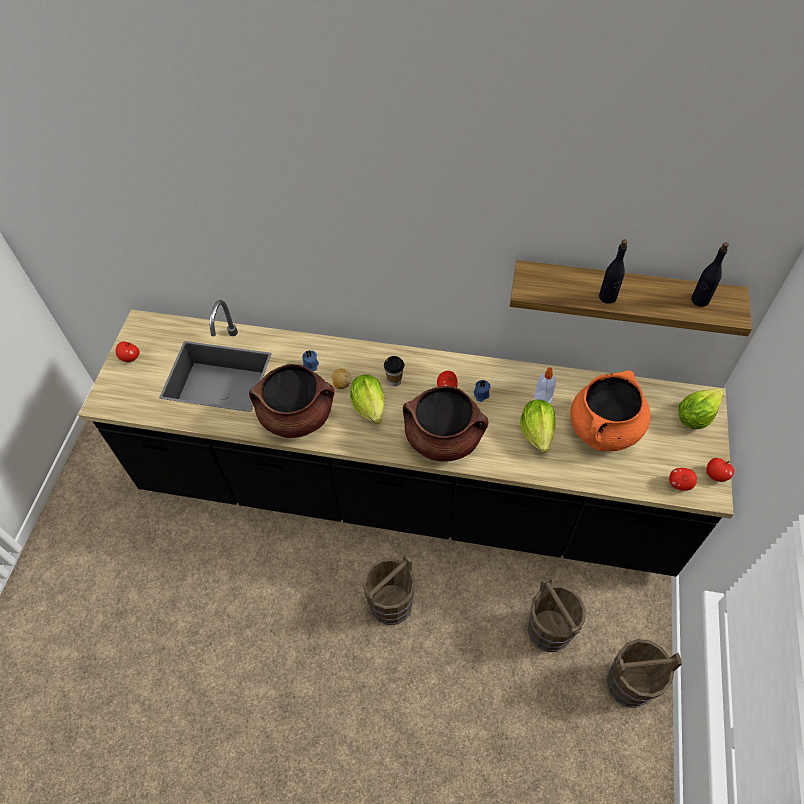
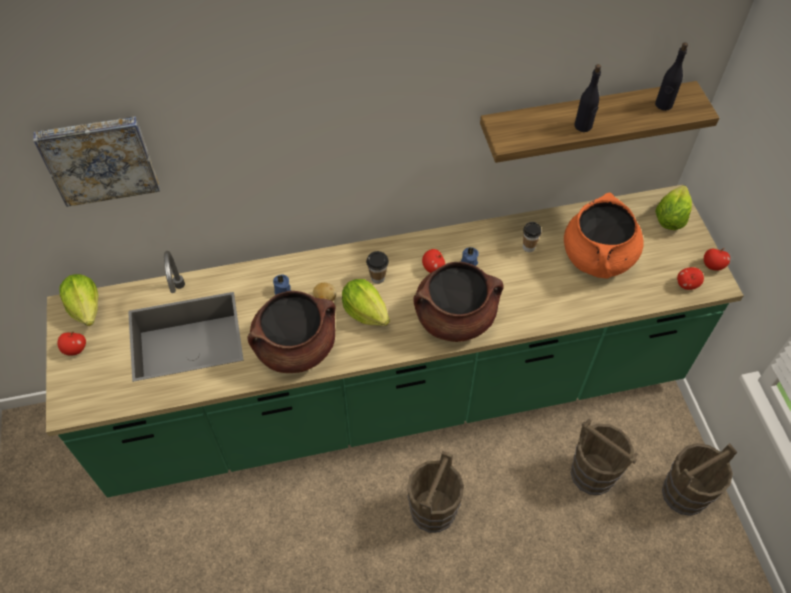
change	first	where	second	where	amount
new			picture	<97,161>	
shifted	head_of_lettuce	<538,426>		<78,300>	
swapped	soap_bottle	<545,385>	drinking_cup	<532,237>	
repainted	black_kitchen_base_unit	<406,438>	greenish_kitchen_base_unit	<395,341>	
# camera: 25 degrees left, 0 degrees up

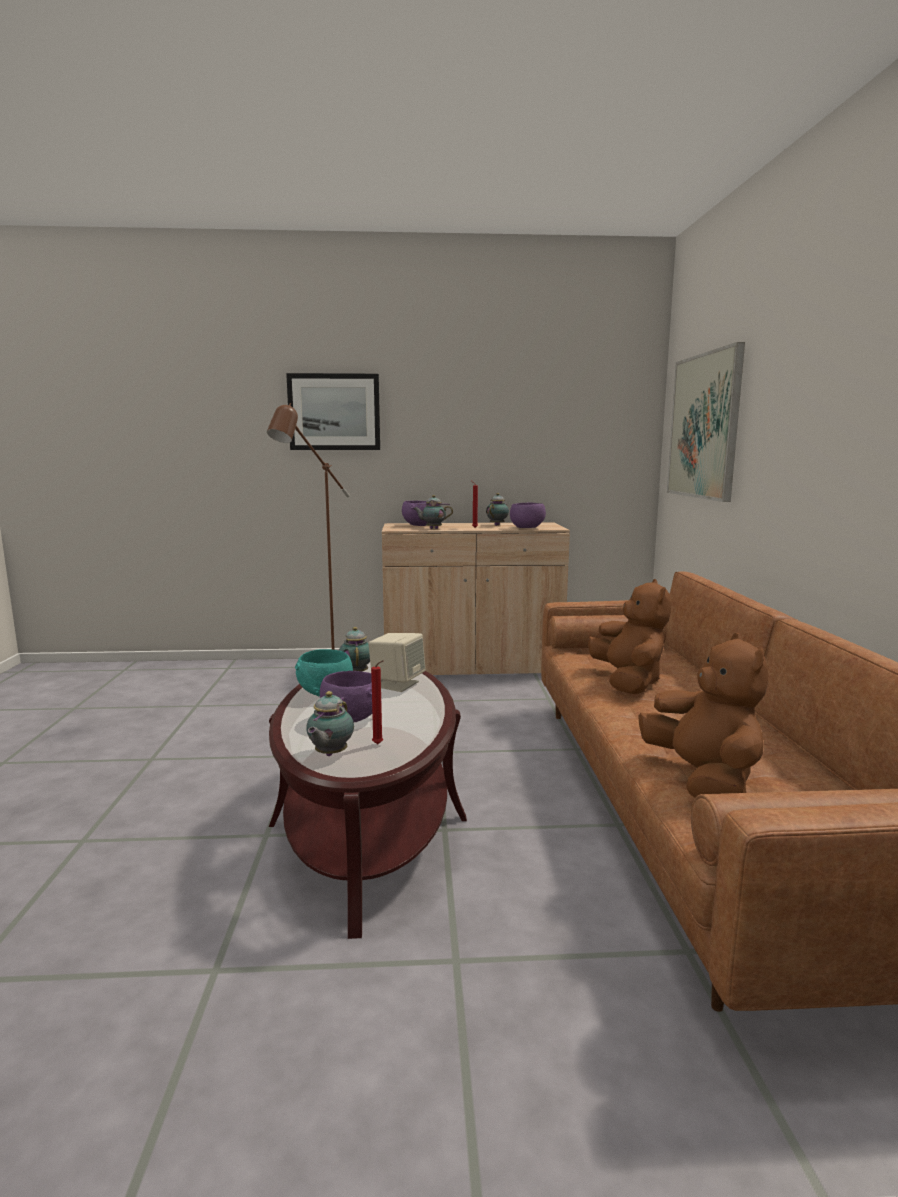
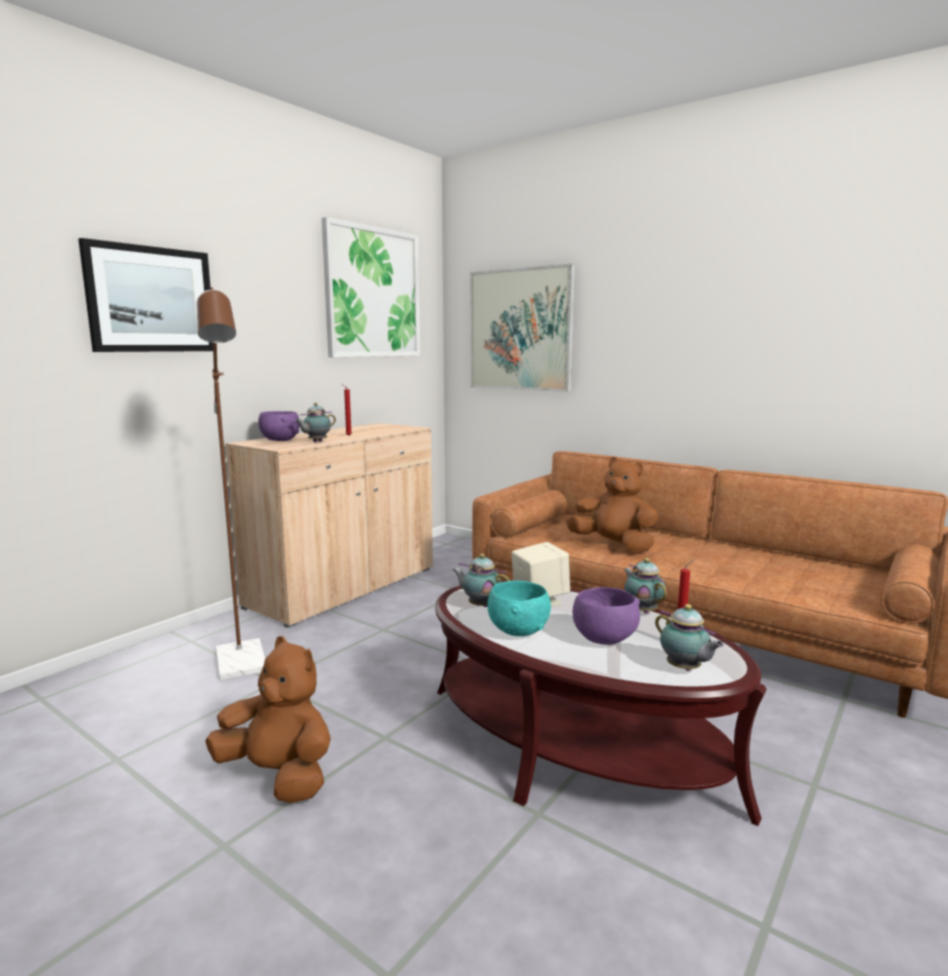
change	first	where	second	where	amount
gone	purple-coloured_serving_bowl	<528,515>			
new			picture	<371,287>	
shifted	tea_pot	<497,509>		<645,586>	
shifted	brown-coloured_plush_toy	<703,715>		<268,719>	
# camera: 50 degrees left, 0 degrees up

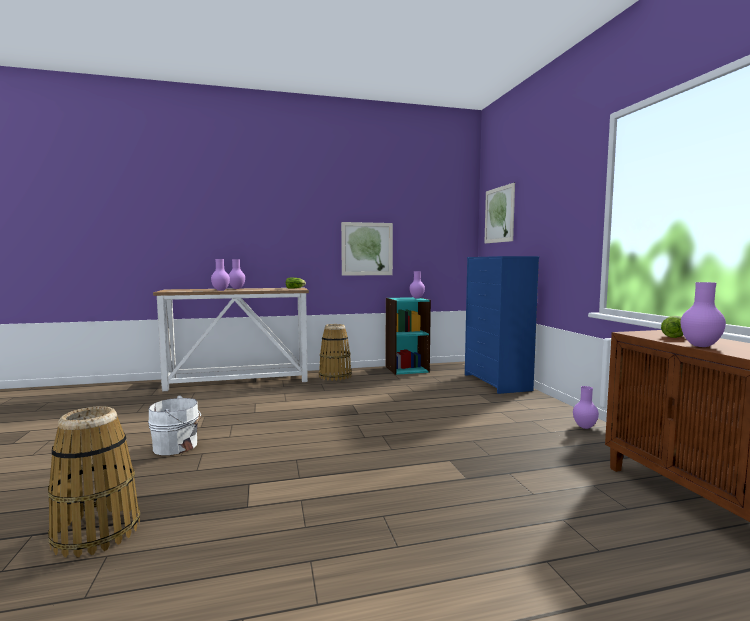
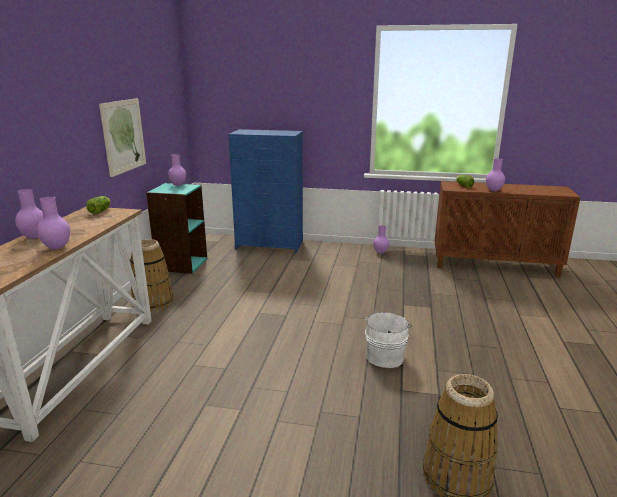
change	first	where	second	where	amount
gone	picture	<499,213>			
shifted	white-coloured_pail	<174,425>		<388,340>	
# camera: 65 degrees left, 15 degrees up

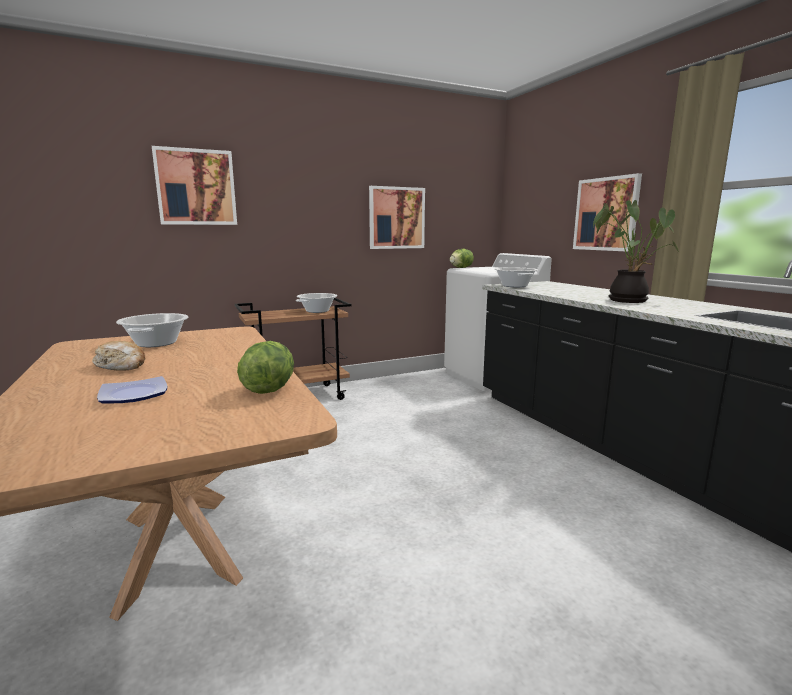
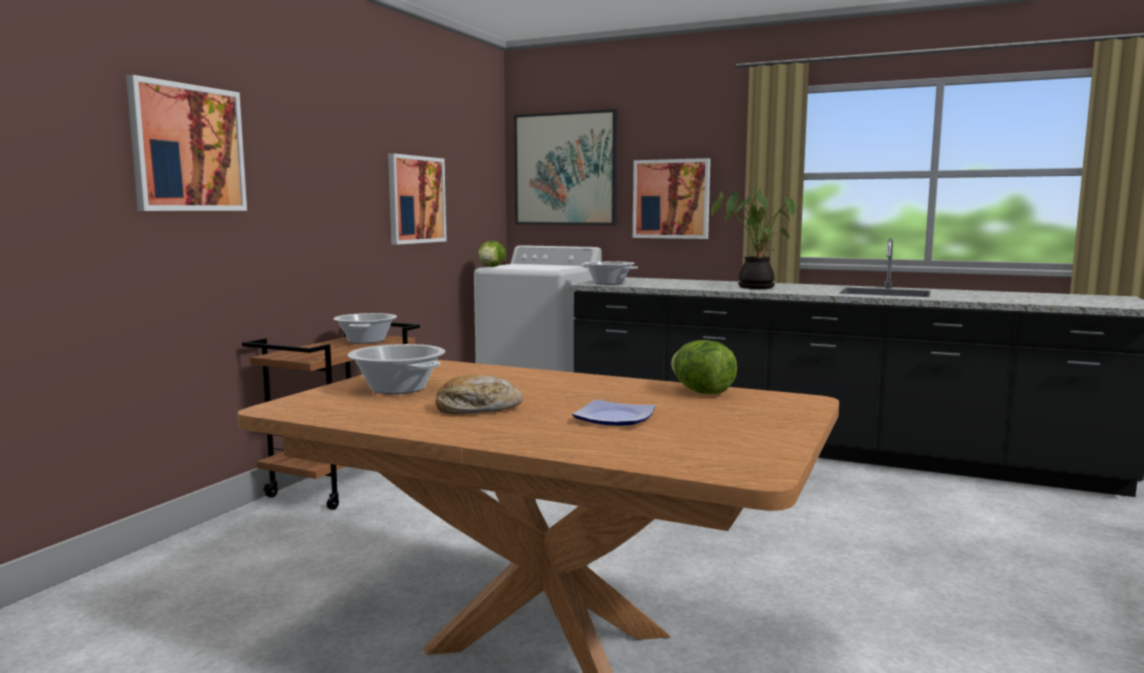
change	first	where	second	where	amount
new			picture	<566,167>	
# camera: 40 degrees left, 5 degrees down

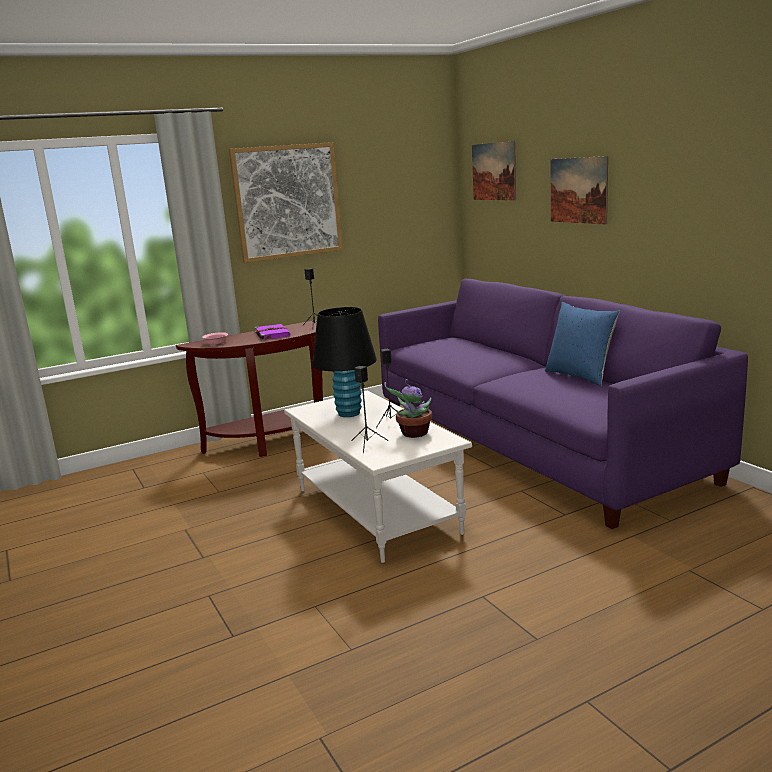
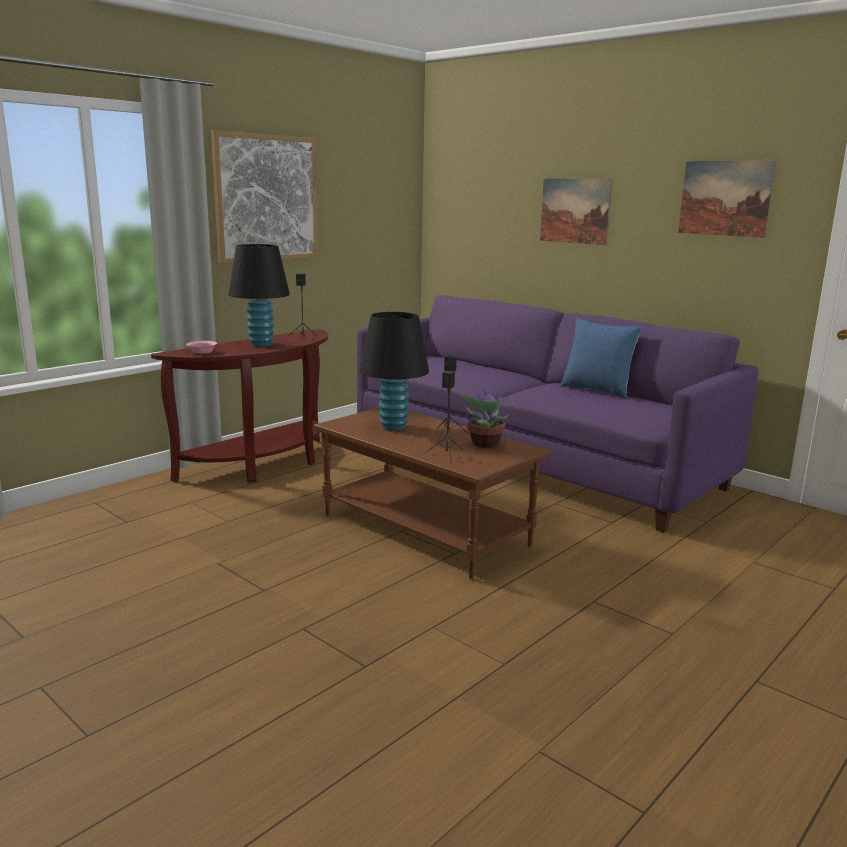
change	first	where	second	where	amount
shifted	picture	<494,171>		<727,199>	
swapped	purple-coloured_bound_book	<272,332>	black_lamp_for_a_table	<259,295>	
repainted	white-coloured_lounge_table	<378,476>	brown-coloured_lounge_table	<432,493>	
# camera: 20 degrees left, 0 degrees up

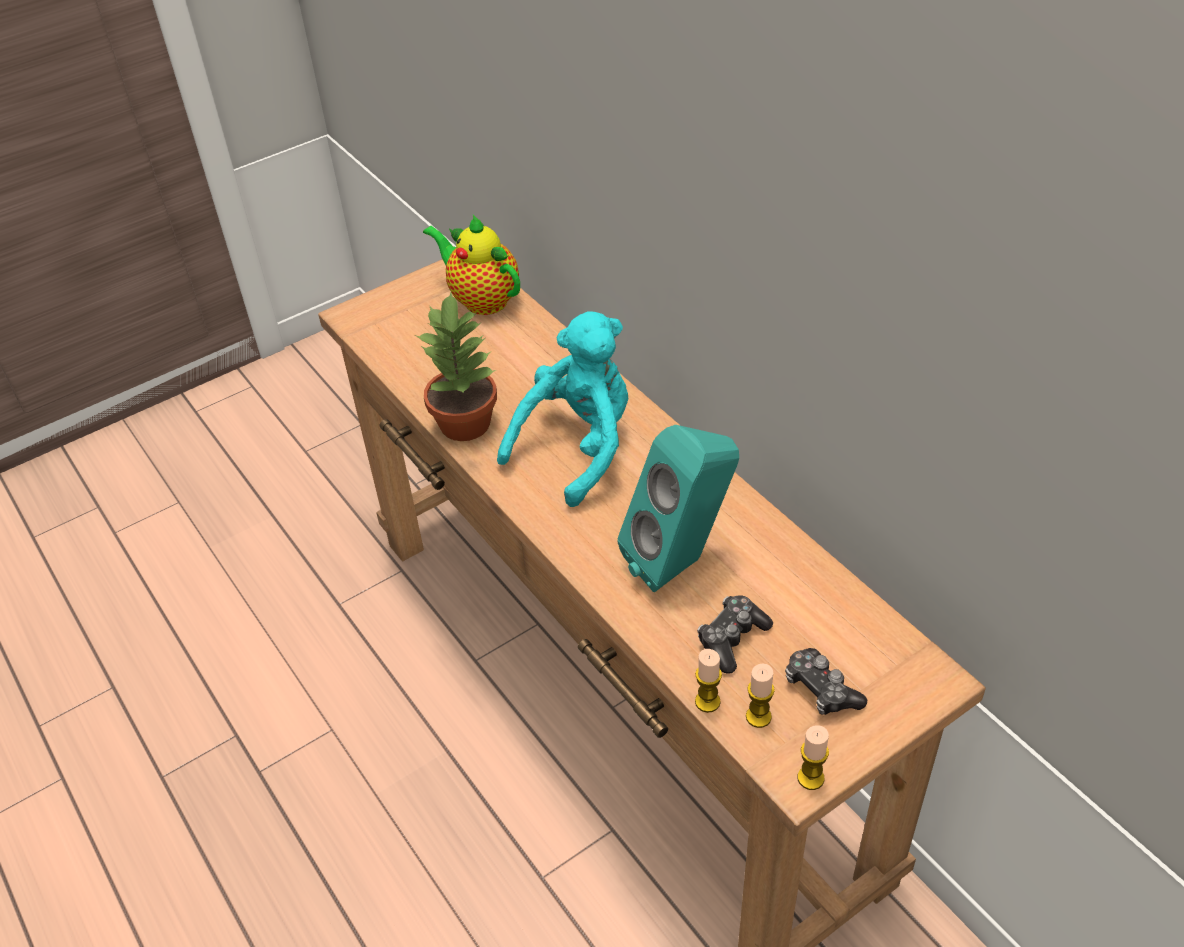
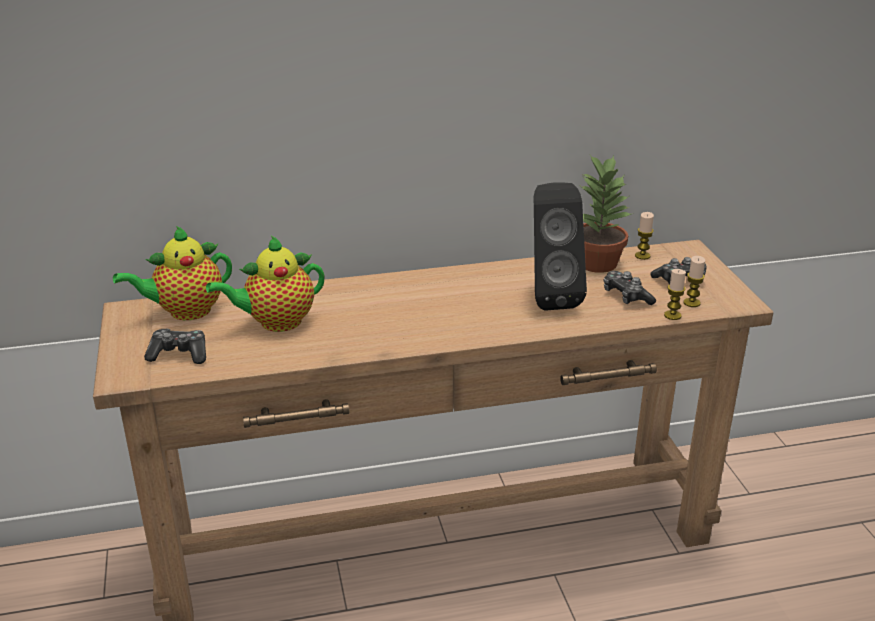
change	first	where	second	where	amount
gone	blue-green_plush_toy	<562,409>			
new			game_controller	<175,346>	
new			tea_pot	<265,284>	
shifted	plant_in_a_pot	<456,366>		<607,214>	
shifted	wax_light	<813,757>		<644,236>	
repainted	blue-green_loudspeaker	<678,508>	black_loudspeaker	<560,246>	
# camera: 70 degrees left, 15 degrees down

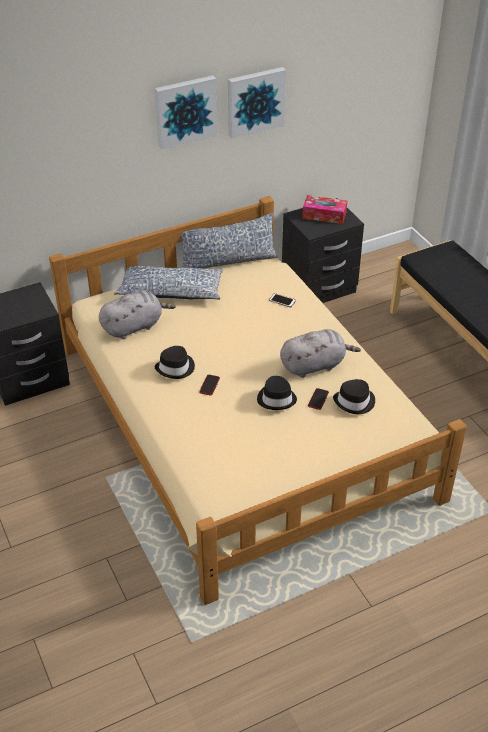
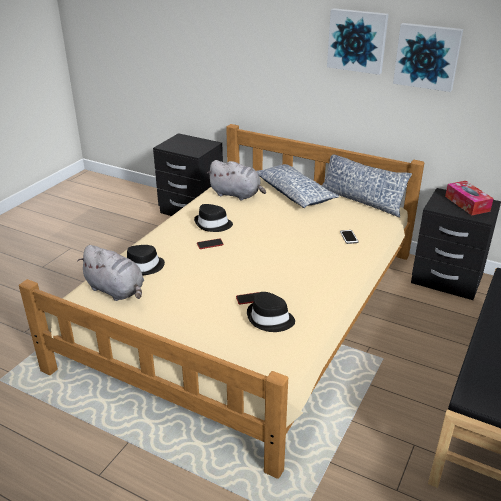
change	first	where	second	where	amount
shifted	black_wearable_hat	<277,393>		<146,260>	
shifted	greyish_plush_toy	<320,353>		<110,273>	
# camera: 55 degrees right, 10 degrees down

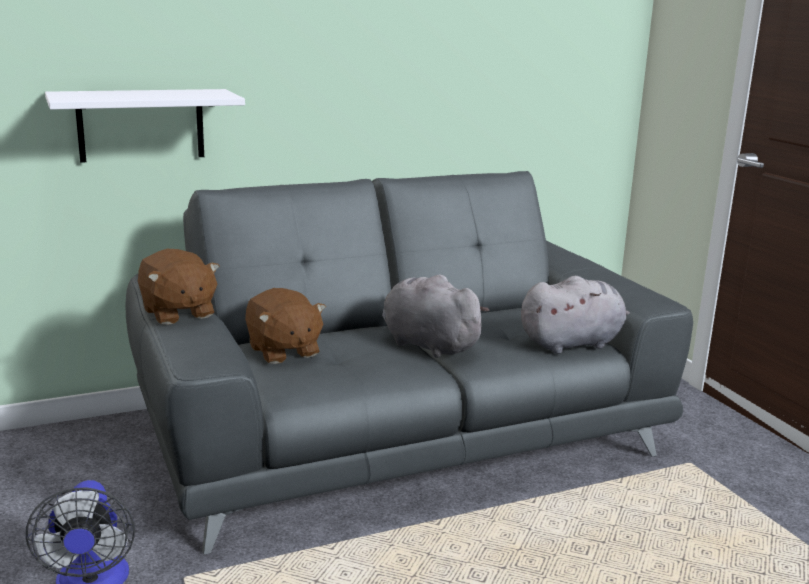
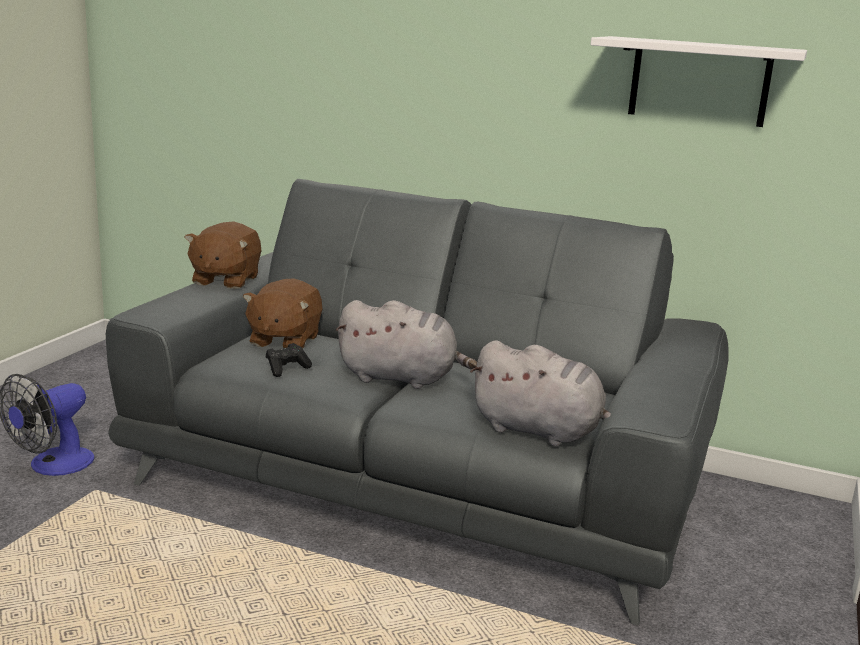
change	first	where	second	where	amount
new			black_game_controller	<288,360>	
shifted	white-coloured_shelf	<145,126>		<698,81>	
rotated	greyish_plush_toy	<435,316>		<406,344>	105 degrees clockwise
# camera: 45 degrees right, 0 degrees up

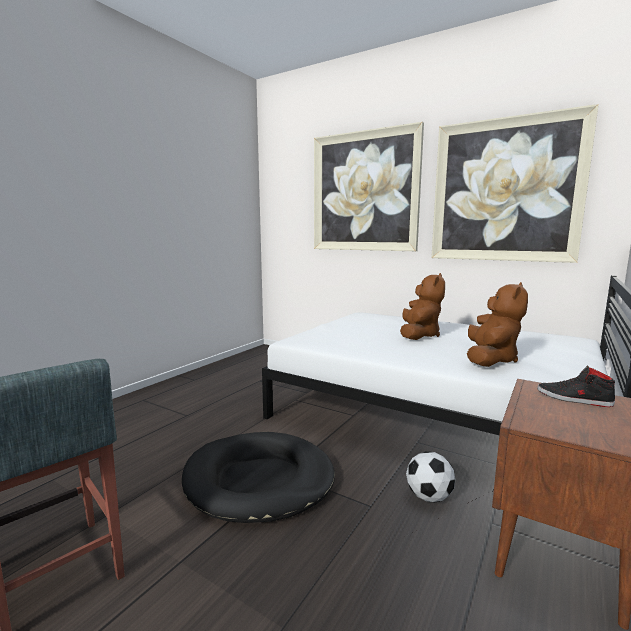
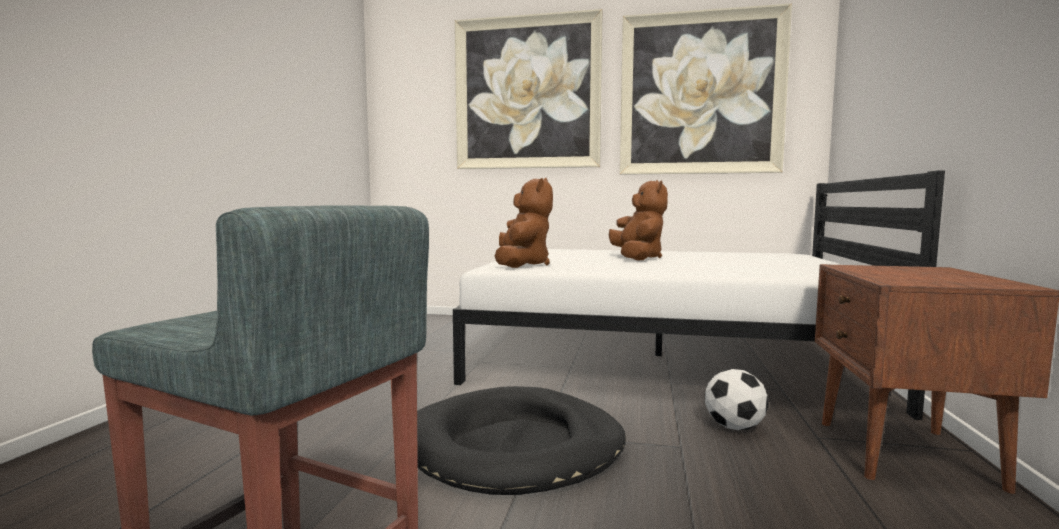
change	first	where	second	where	amount
gone	black_low_shoe	<576,386>			
shifted	brown-coloured_plush_toy	<497,324>		<524,223>	
# camera: 20 degrees left, 5 degrees down

